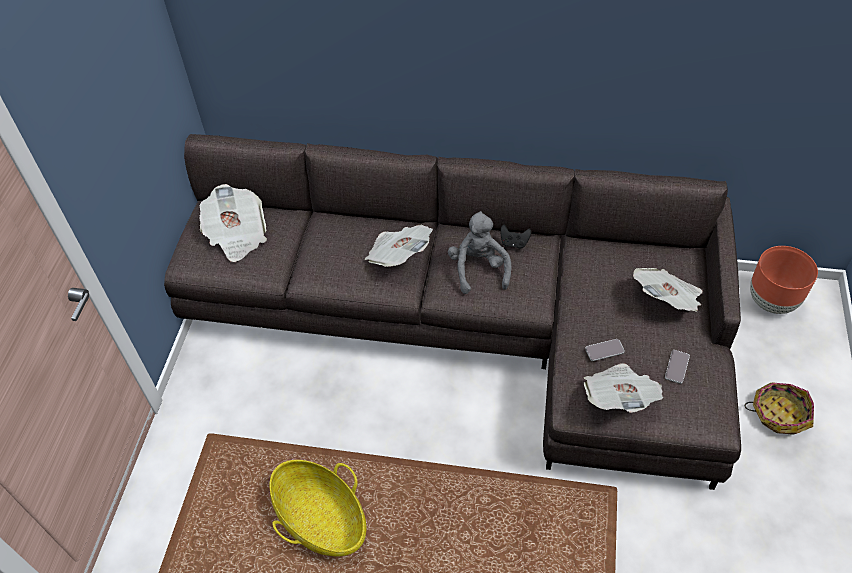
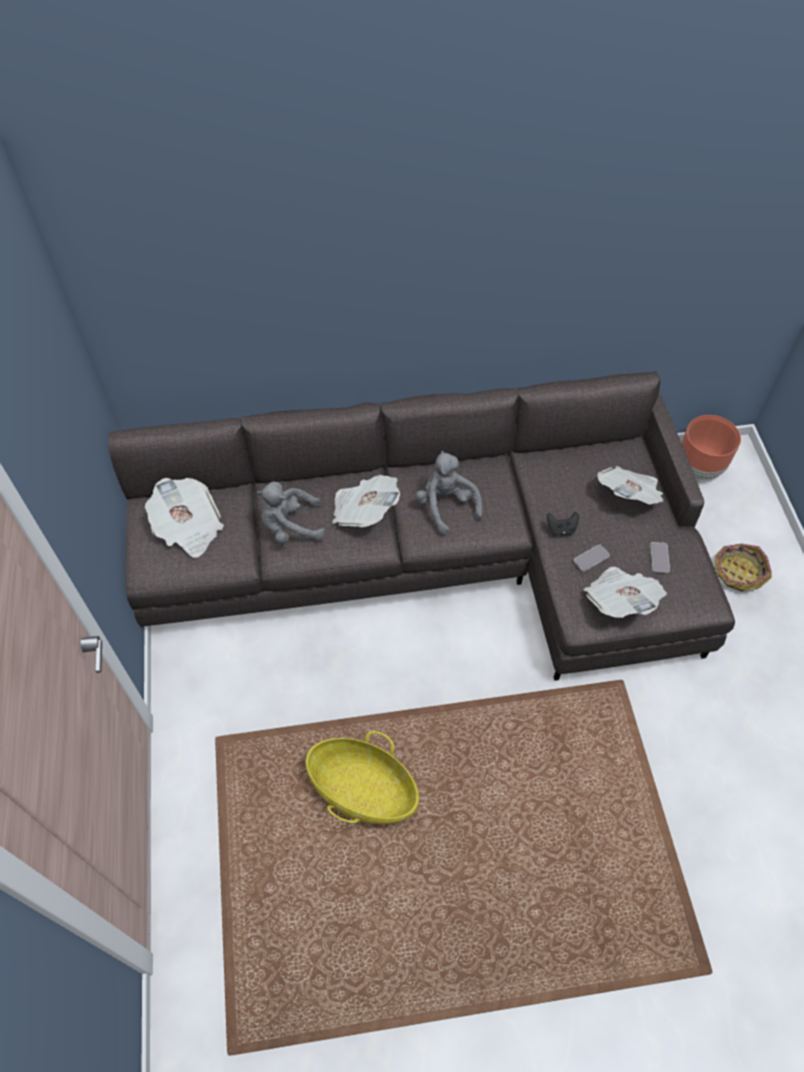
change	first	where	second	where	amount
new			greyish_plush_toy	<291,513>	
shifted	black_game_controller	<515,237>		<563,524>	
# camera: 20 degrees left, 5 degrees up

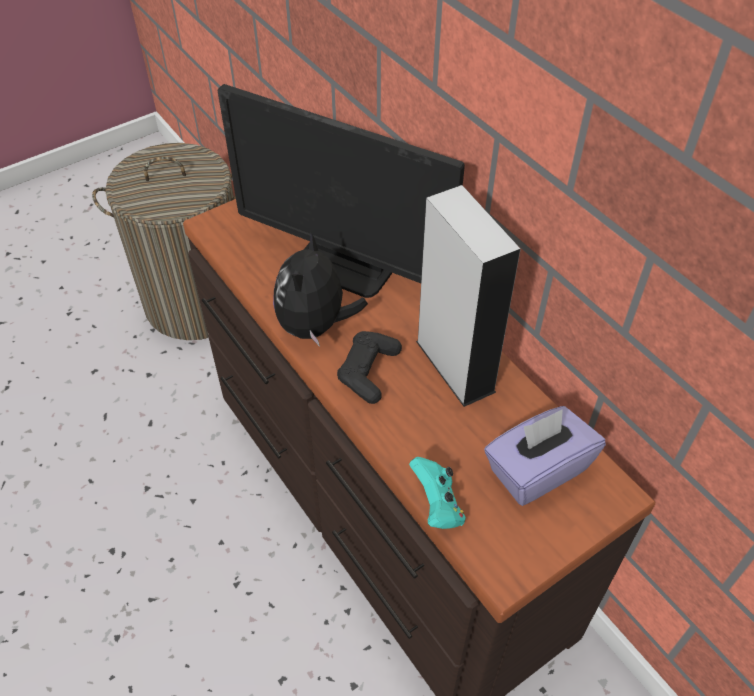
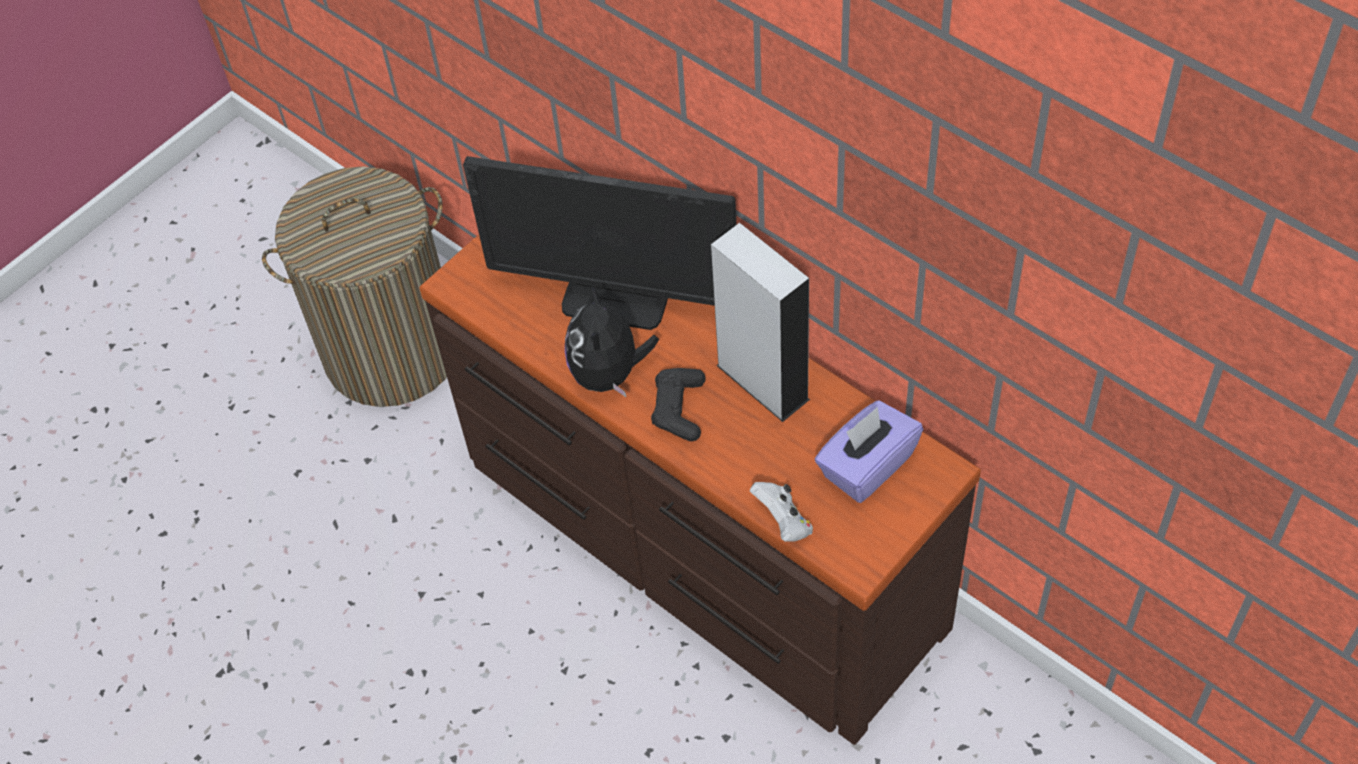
change	first	where	second	where	amount
repainted	blue-green_game_controller	<437,493>	white-coloured_game_controller	<781,512>	
# camera: 10 degrees left, 5 degrees up

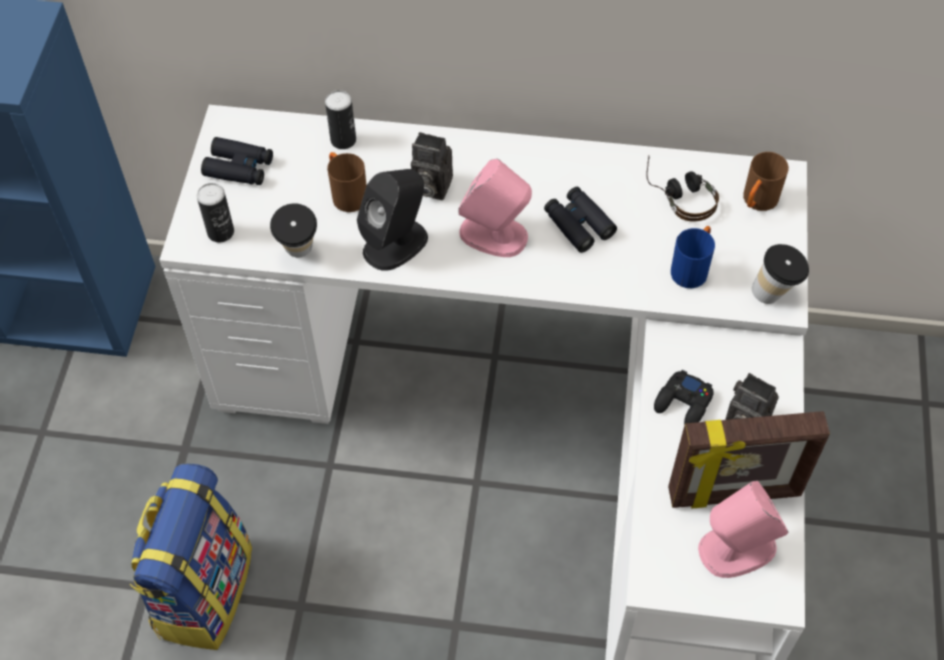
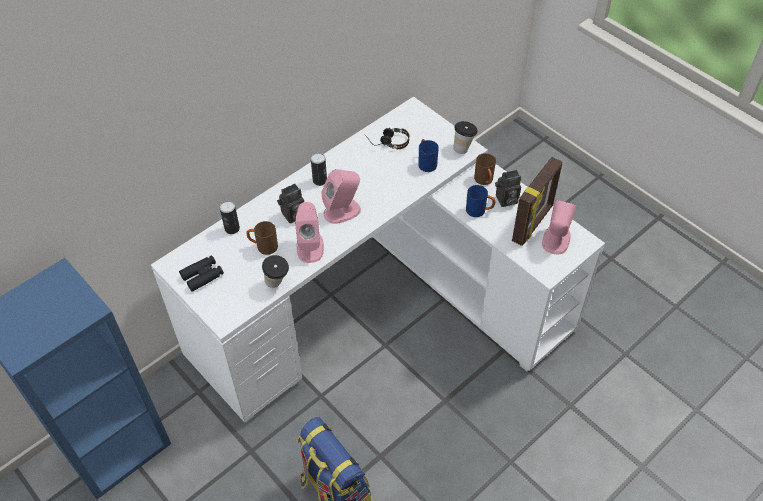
change	first	where	second	where	amount
gone	black_field_glasses	<580,220>			
shifted	metal_can	<215,213>		<319,169>	
shifted	brown-coloured_tea_mug	<766,181>		<485,169>	
swapped	black_game_controller	<684,397>	bluish_tea_mug	<480,201>	
repainted	black_loudspeaker	<392,220>	pink_loudspeaker	<309,232>	
# camera: 50 degrees left, 5 degrees down

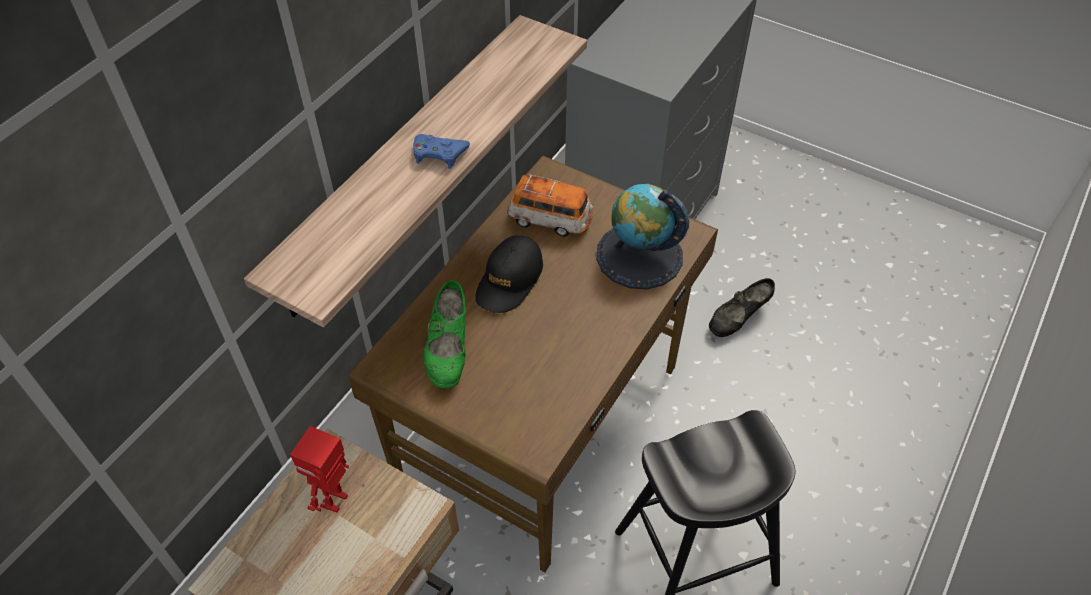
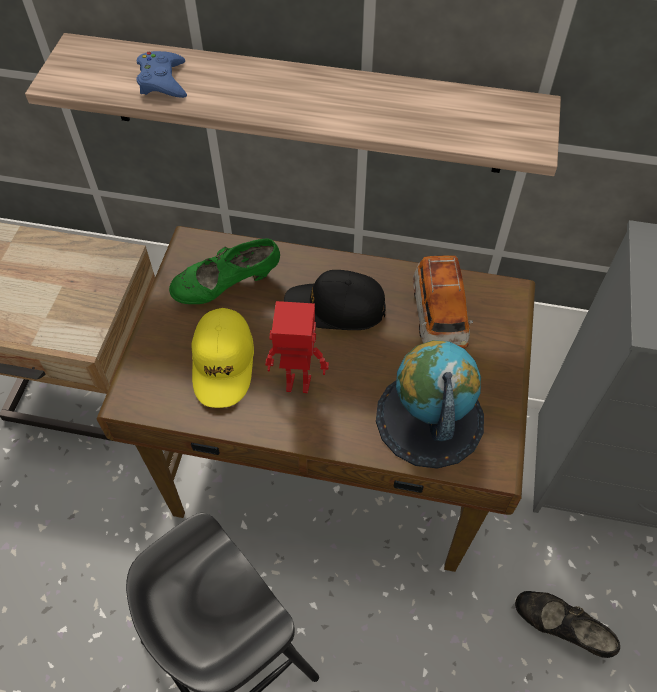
change	first	where	second	where	amount
new			yellow_peaked_cap	<222,358>	
shifted	robot_figure	<319,469>		<297,347>	
shifted	bluish_game_controller	<441,151>		<161,74>	
# camera: 70 degrees right, 5 degrees up

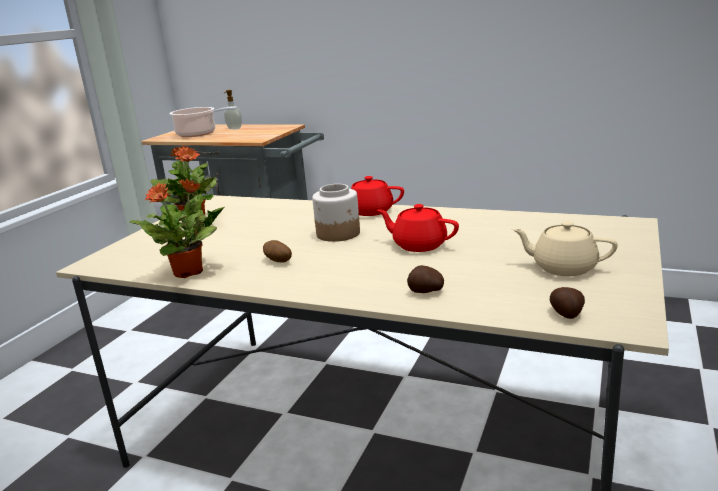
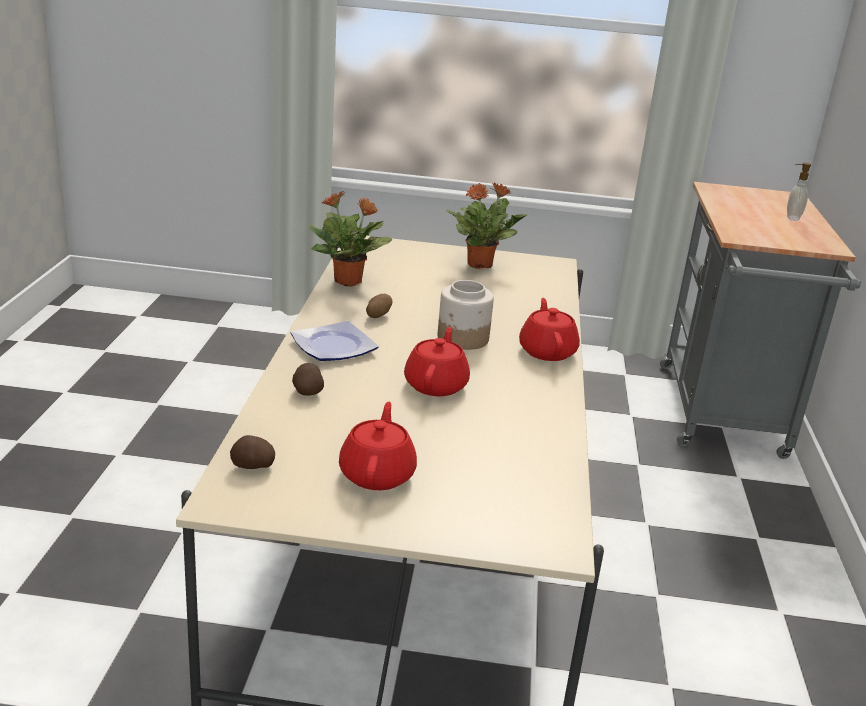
change	first	where	second	where	amount
gone	saucepot	<203,122>			
new			flat_dish	<335,341>	
repainted	beige_tea_pot	<565,248>	red_tea_pot	<378,446>	
# camera: 70 degrees right, 5 degrees up

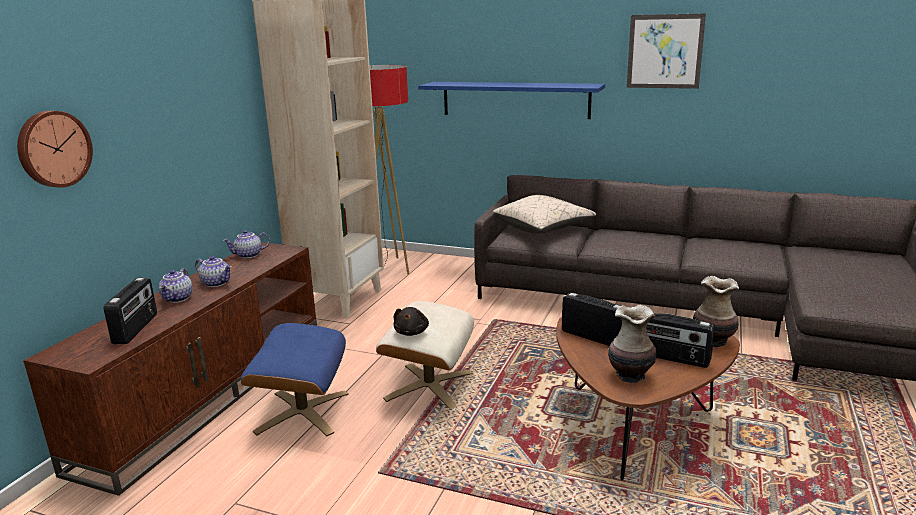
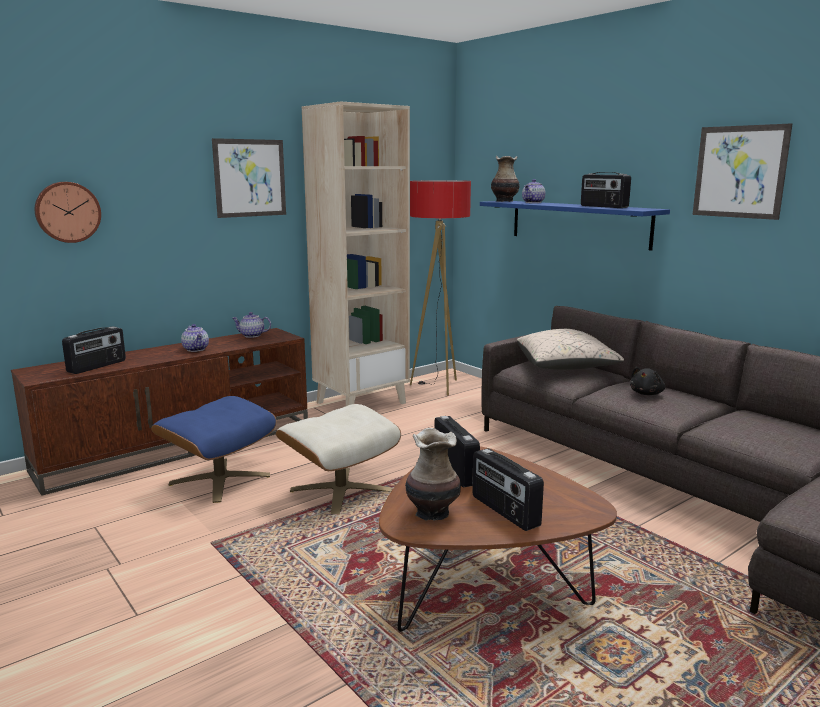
change	first	where	second	where	amount
new			picture	<249,178>	
new			radio	<606,190>	
shifted	tea_pot	<176,285>		<533,191>	
shifted	black_plush_toy	<411,321>		<647,381>	
shifted	flower_vase	<716,311>		<505,179>	
# camera: 30 degrees right, 5 degrees down

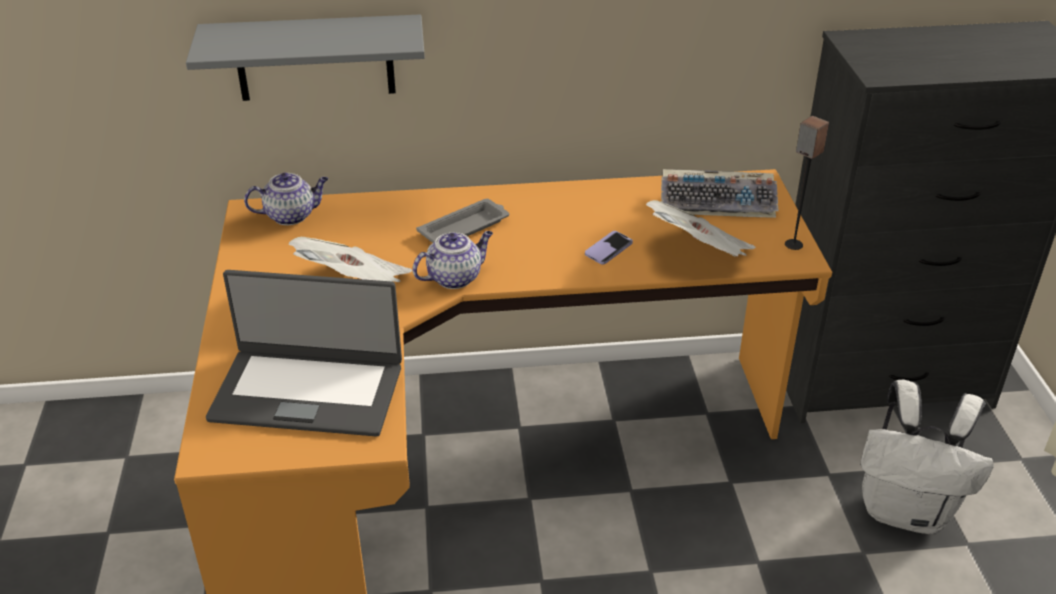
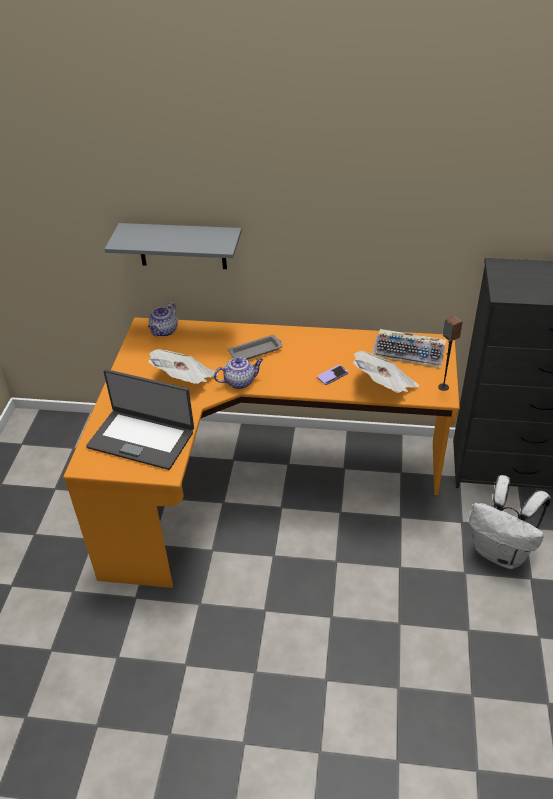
change	first	where	second	where	amount
rotated	tea_pot	<286,199>		<163,319>	120 degrees clockwise
# camera: 15 degrees right, 5 degrees up

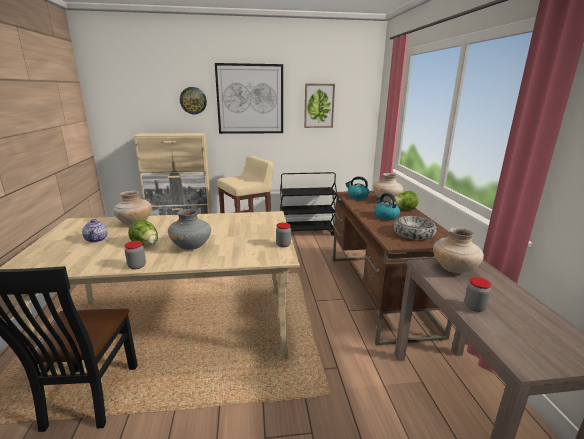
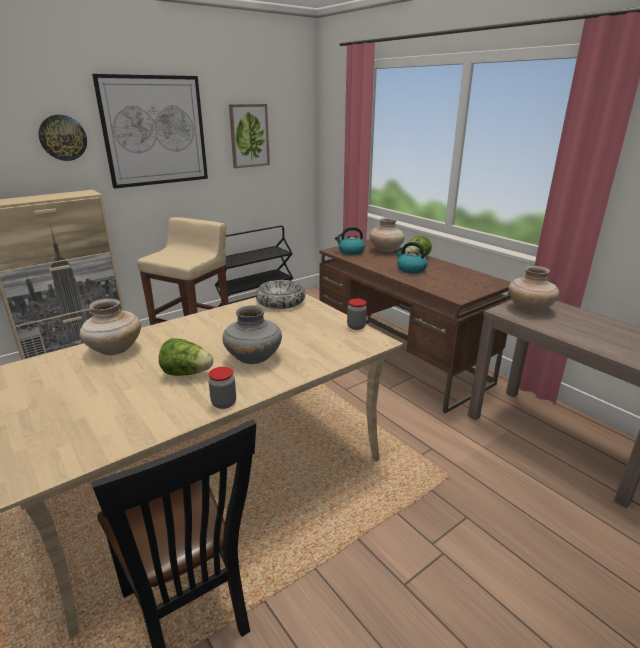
change	first	where	second	where	amount
gone	tea_pot	<95,231>			
gone	jar	<478,294>			
shifted	serving_bowl	<415,228>		<281,294>	
# camera: 30 degrees left, 5 degrees up

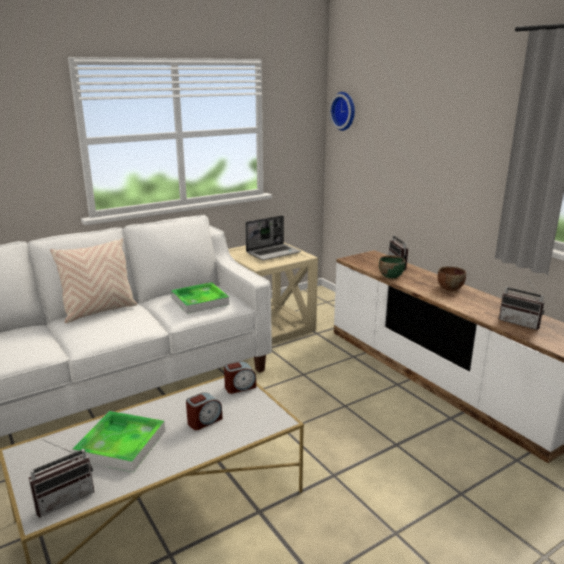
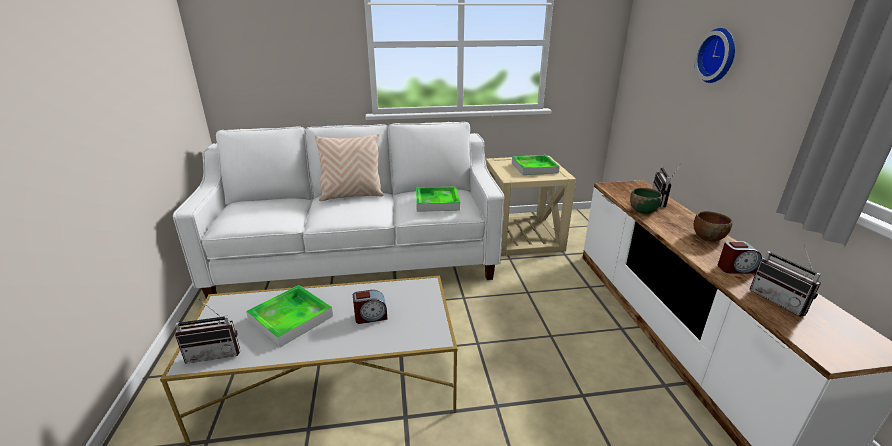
change	first	where	second	where	amount
shifted	alarm_clock	<240,377>		<740,257>	
shifted	hanging_clock	<342,111>		<715,55>	
swapped	portable_computer	<273,237>	tray	<536,165>	
# camera: 25 degrees right, 5 degrees up

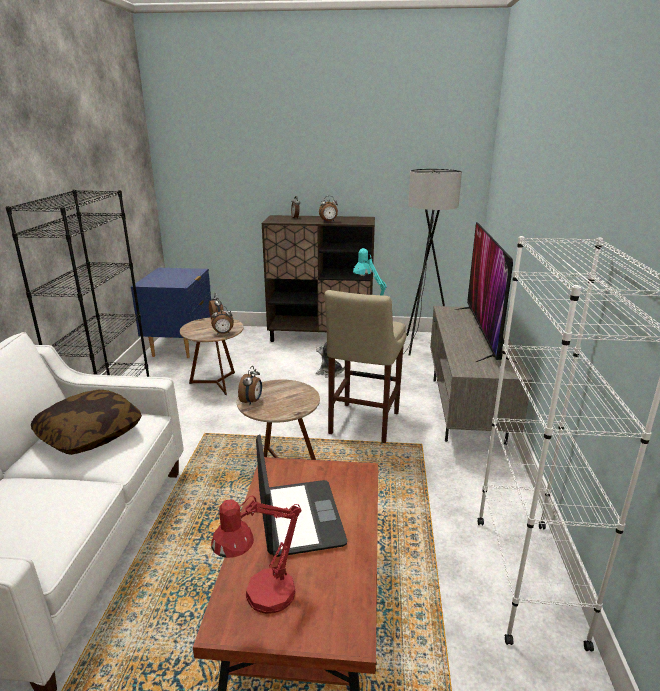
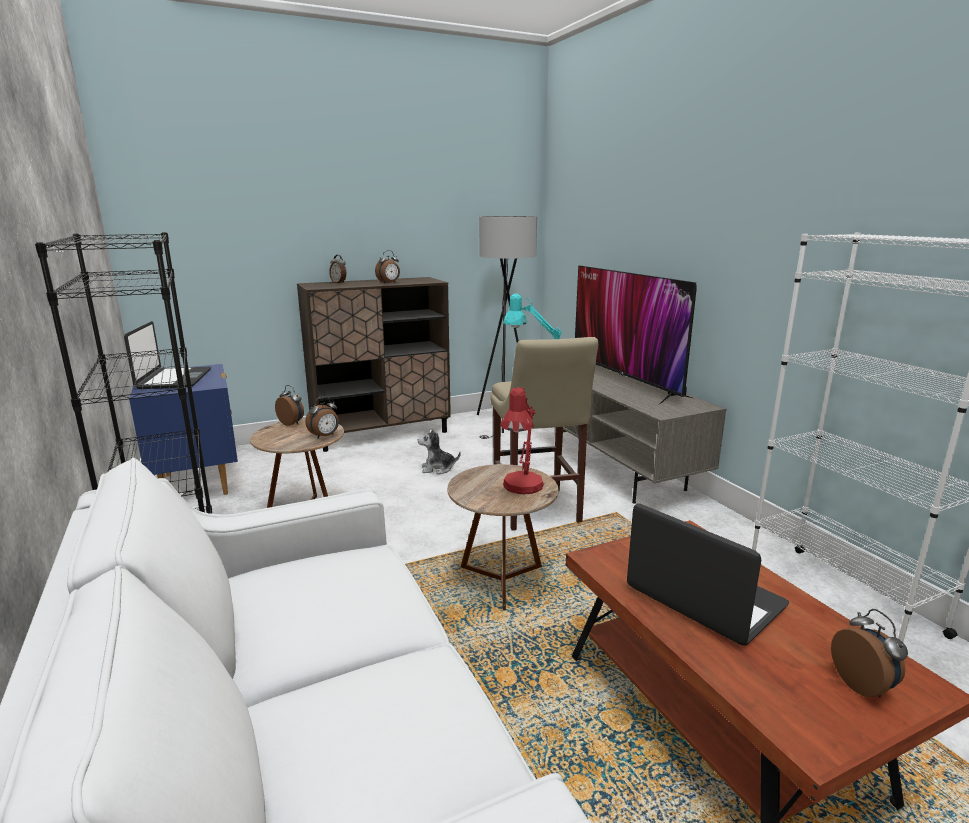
change	first	where	second	where	amount
gone	cushion	<86,422>			
new			portable_computer	<167,355>	
shifted	red_lamp_for_a_table	<256,554>		<522,440>	
shifted	alarm_clock	<250,385>		<869,653>	
# camera: 30 degrees left, 5 degrees down

